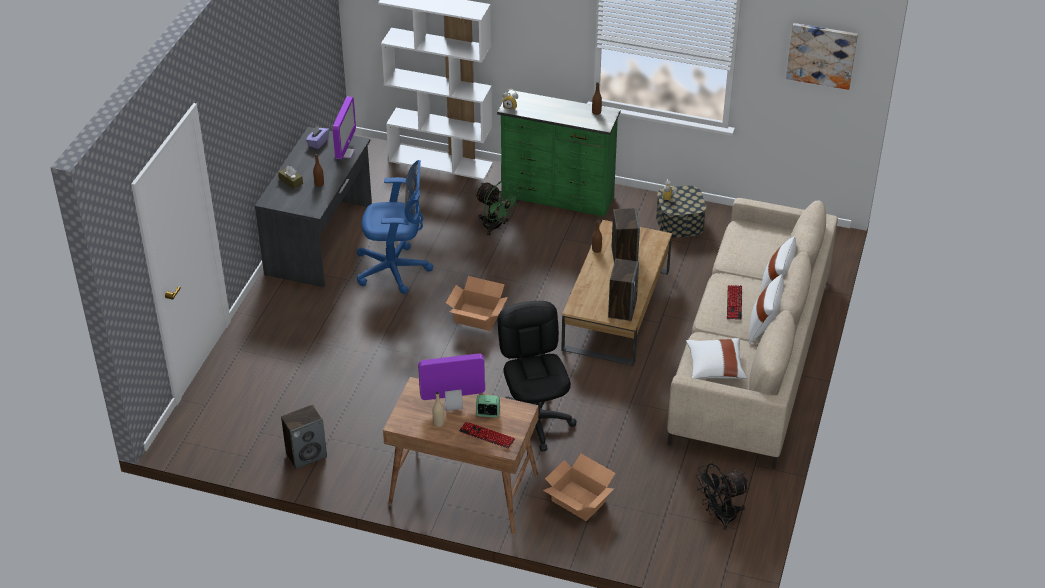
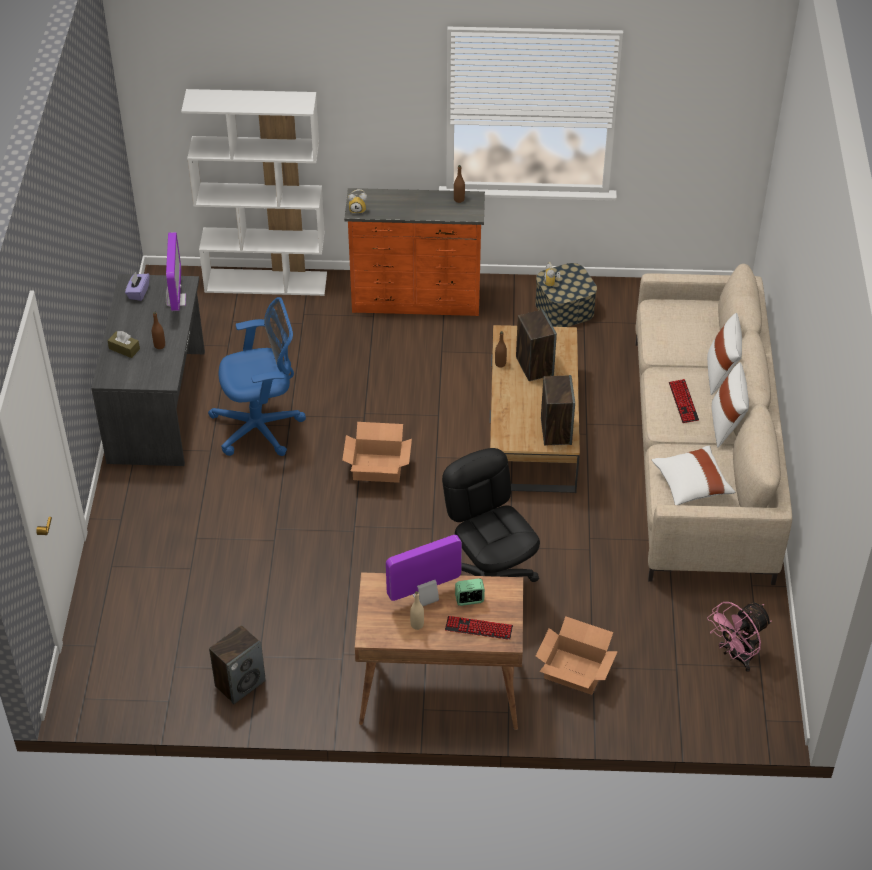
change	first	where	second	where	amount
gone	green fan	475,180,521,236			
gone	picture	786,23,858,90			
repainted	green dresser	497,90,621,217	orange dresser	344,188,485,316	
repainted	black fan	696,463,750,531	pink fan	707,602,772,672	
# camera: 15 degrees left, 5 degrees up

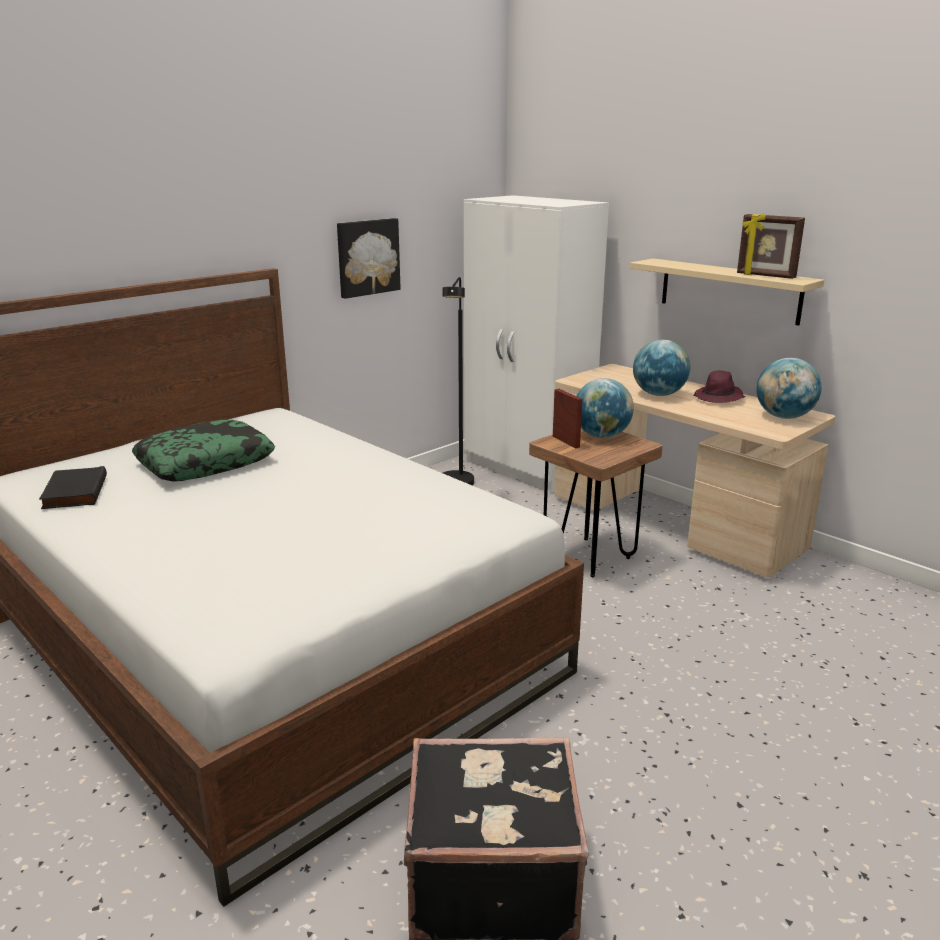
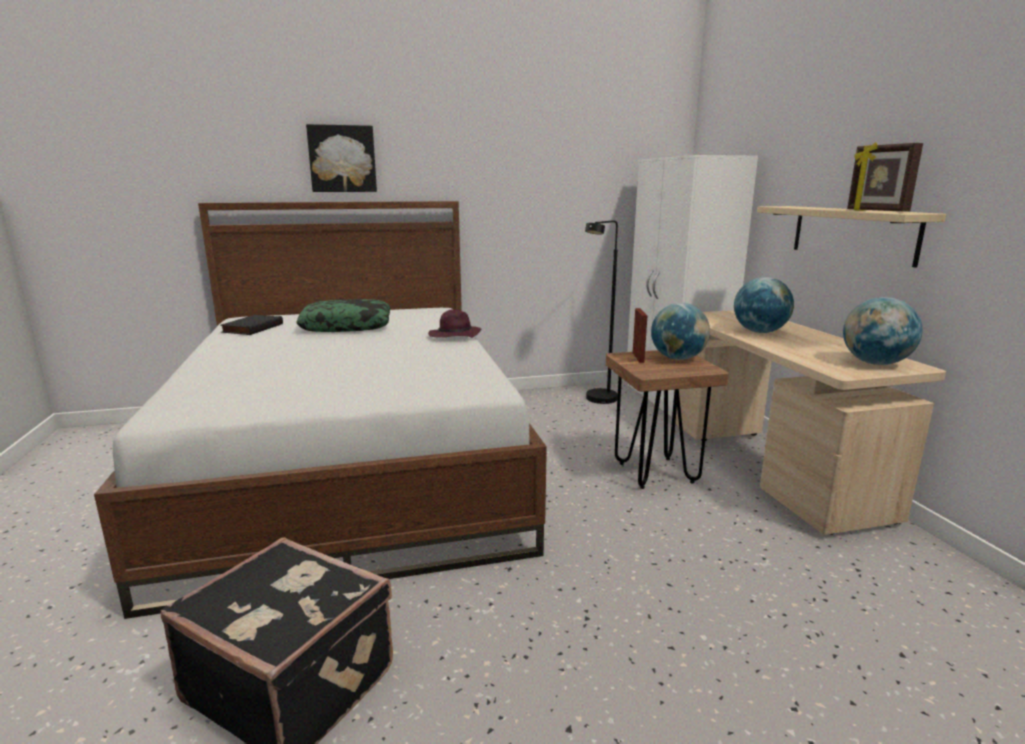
change	first	where	second	where	amount
shifted	picture	337,218,401,299		306,124,377,192	
shifted	purple hat	693,370,745,403		428,309,481,338	
# camera: 30 degrees right, 5 degrees down

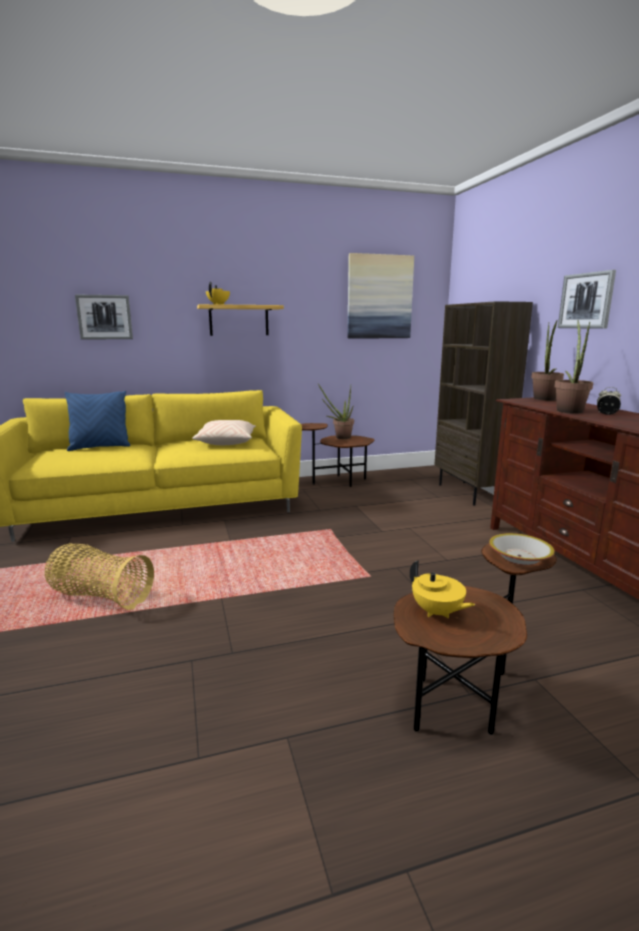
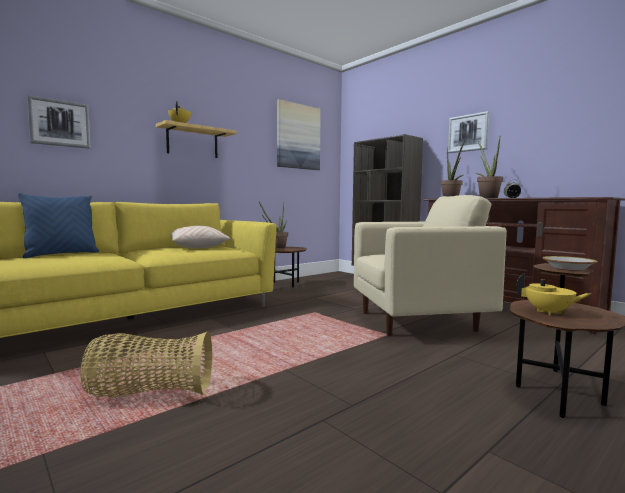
change	first	where	second	where	amount
new			beige armchair	354,195,507,336	
# camera: 25 degrees left, 10 degrees down

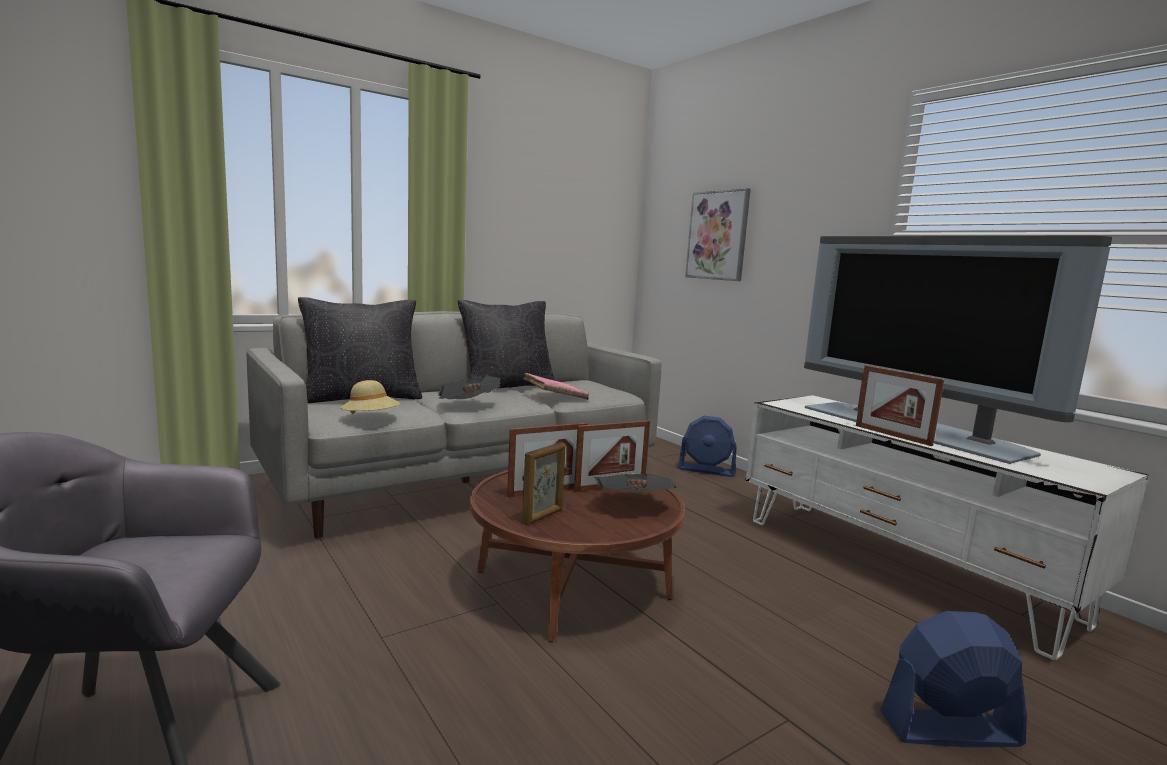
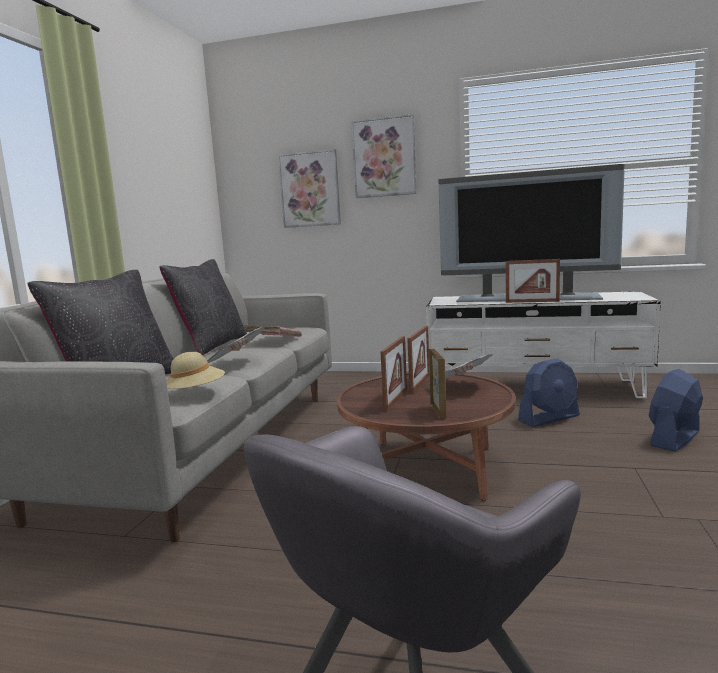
change	first	where	second	where	amount
new			picture	351,114,416,198	
shifted	blue fan	678,416,737,477		518,358,580,427	
# camera: 40 degrees left, 0 degrees up

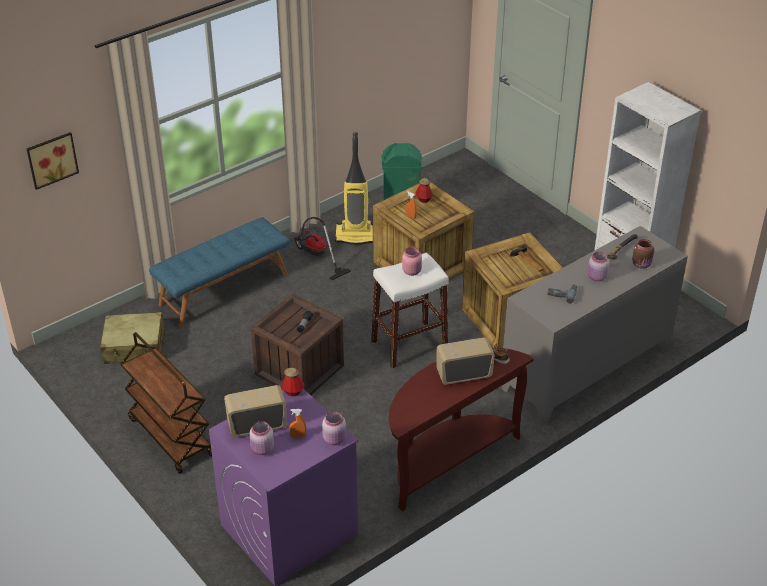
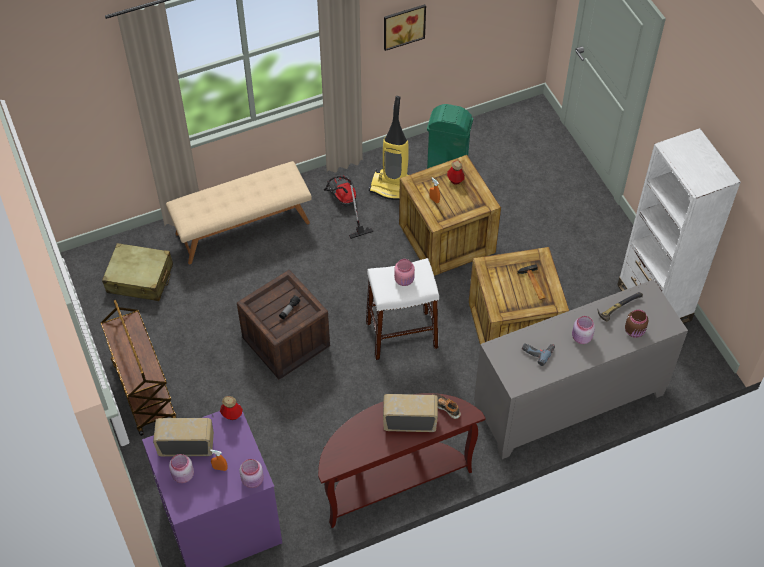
change	first	where	second	where	amount
shifted	picture	27,132,79,190		384,4,426,51	
repainted	blue bench	149,217,290,327	beige bench	166,161,312,264	
# camera: 15 degrees right, 15 degrees up

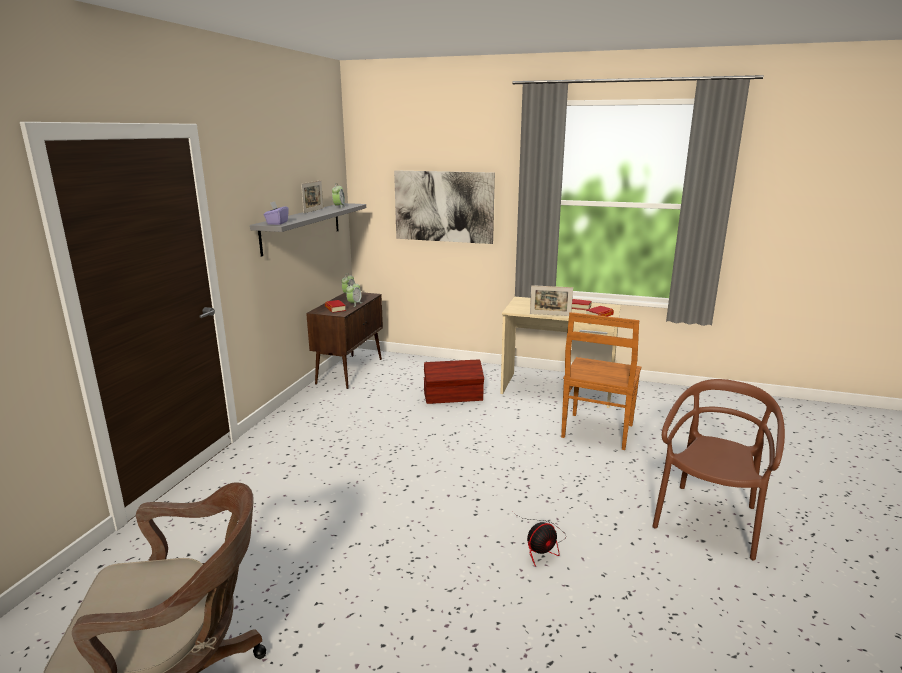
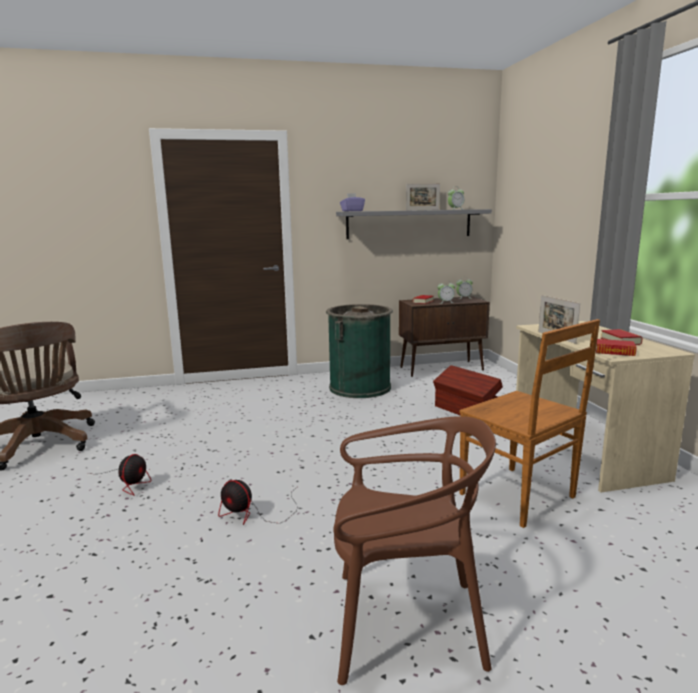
change	first	where	second	where	amount
gone	picture	394,170,495,244			
new			fan	88,454,151,496	
new			green trash can	326,304,393,398	
rotated	brown chair	561,312,641,450		459,319,600,528	120 degrees counterclockwise
# camera: 60 degrees right, 5 degrees down

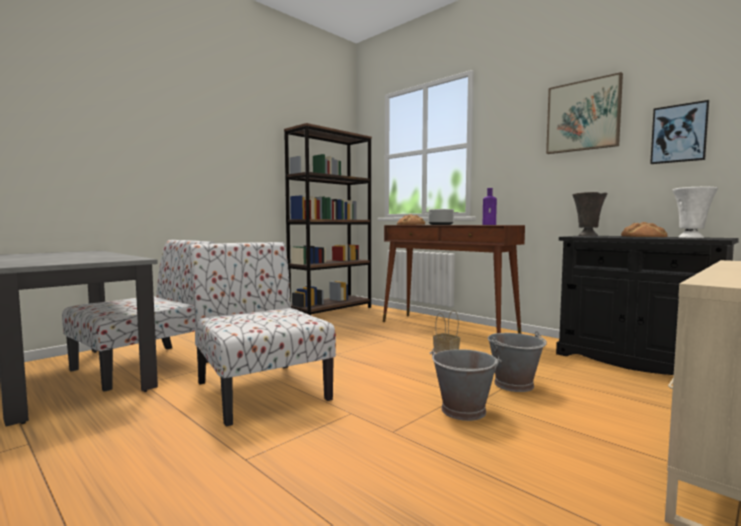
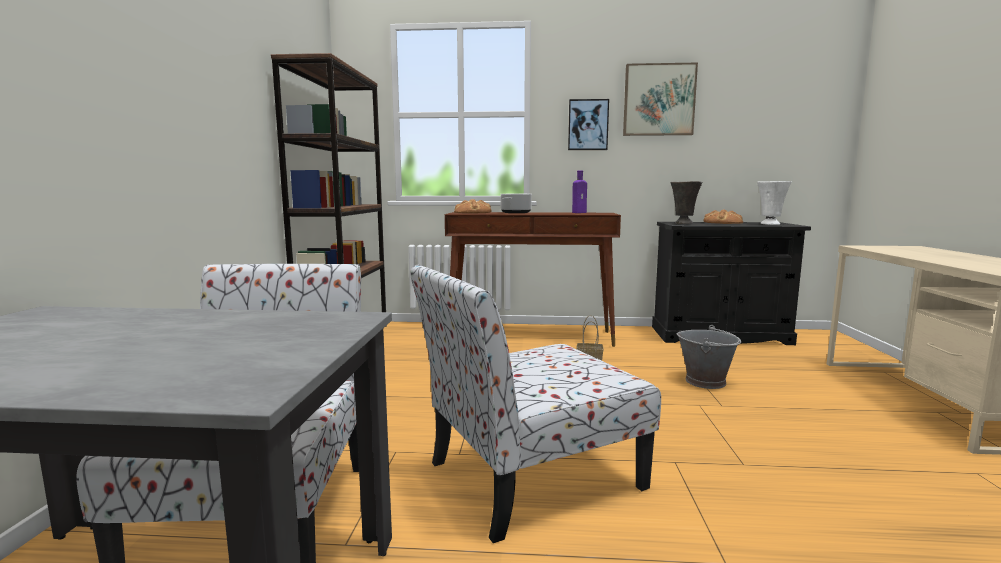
change	first	where	second	where	amount
gone	grey bucket	430,348,502,421			
shifted	picture	650,100,709,164		568,99,609,150	
rotated	chair	189,242,336,427		410,265,661,543	45 degrees counterclockwise
# camera: 40 degrees left, 5 degrees up

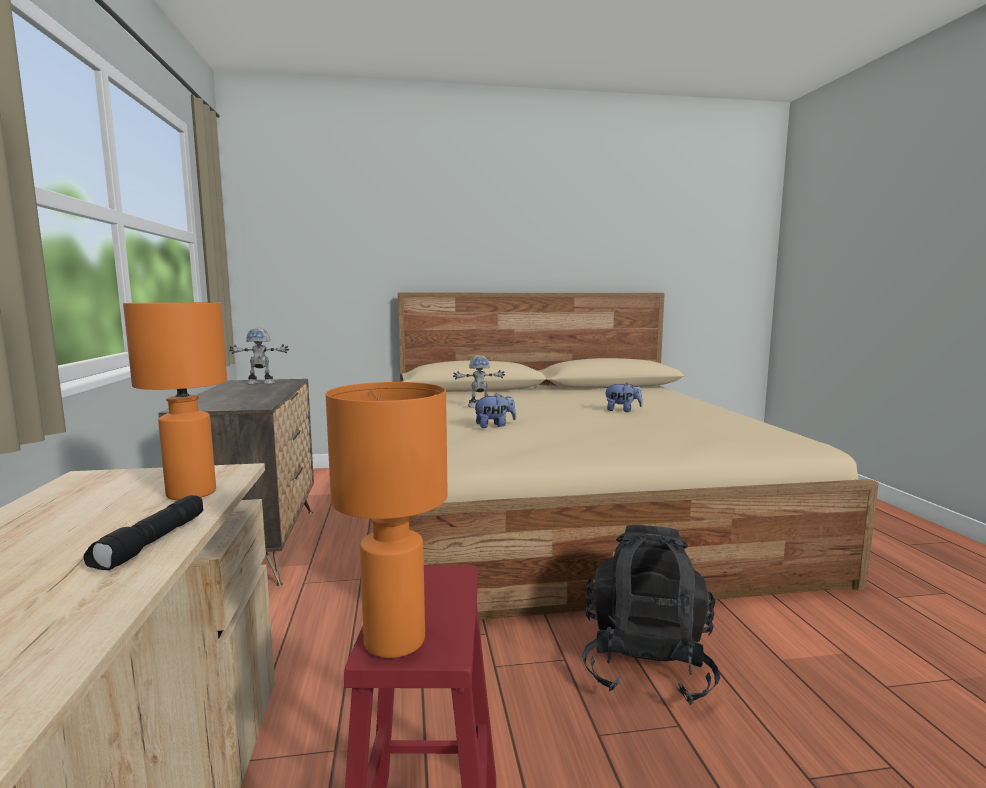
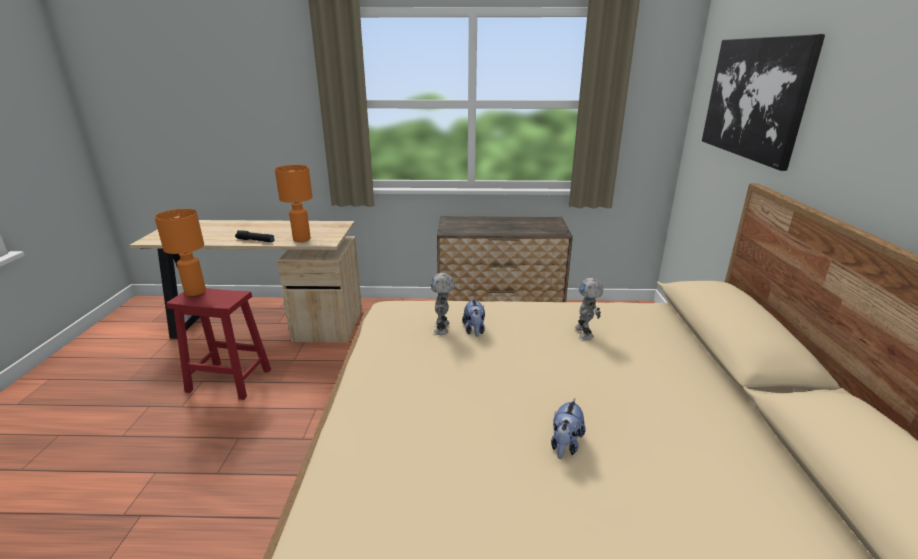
change	first	where	second	where	amount
gone	black backpack	582,525,720,705			
new			picture	702,34,825,171	
shifted	toy robot	229,328,289,385		430,273,455,335	
# camera: 100 degrees right, 15 degrees up

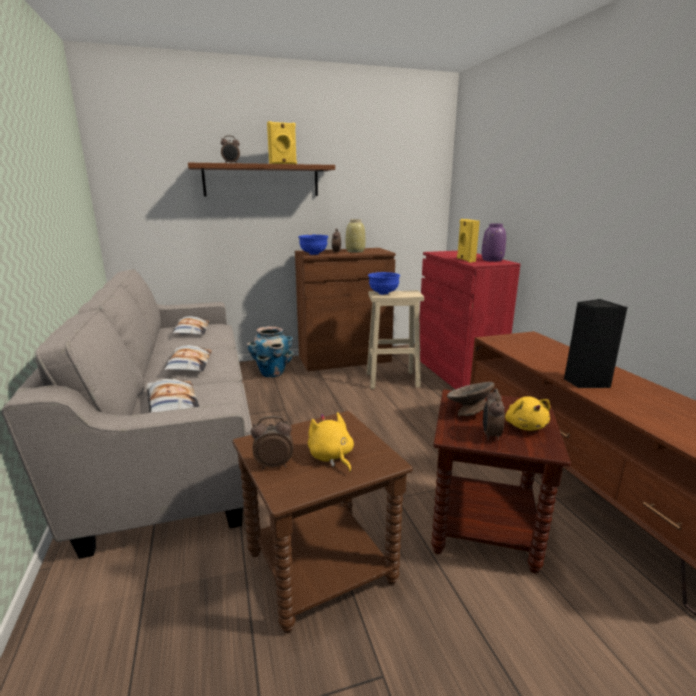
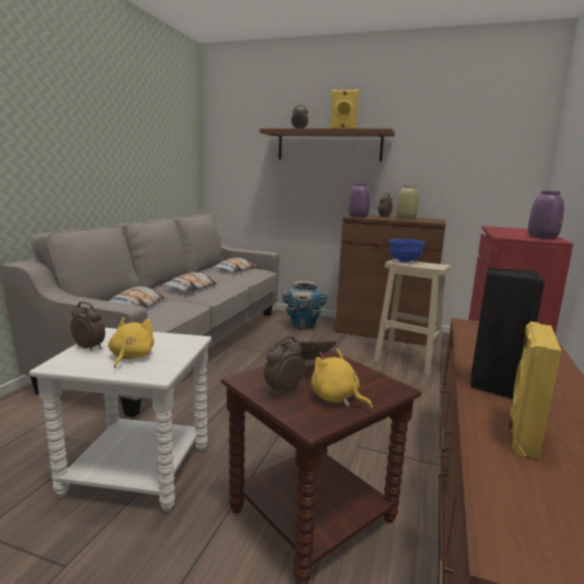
change	first	where	second	where	amount
shifted	yellow speaker	457,219,480,263		509,322,561,459	
swapped	blue bowl	299,235,328,255	purple vase	349,183,370,217	
repainted	brown side table	233,411,413,633	white side table	29,328,212,512	
rotated	yellow plush toy	505,396,550,431		311,349,373,409	105 degrees clockwise
# camera: 35 degrees right, 5 degrees down

